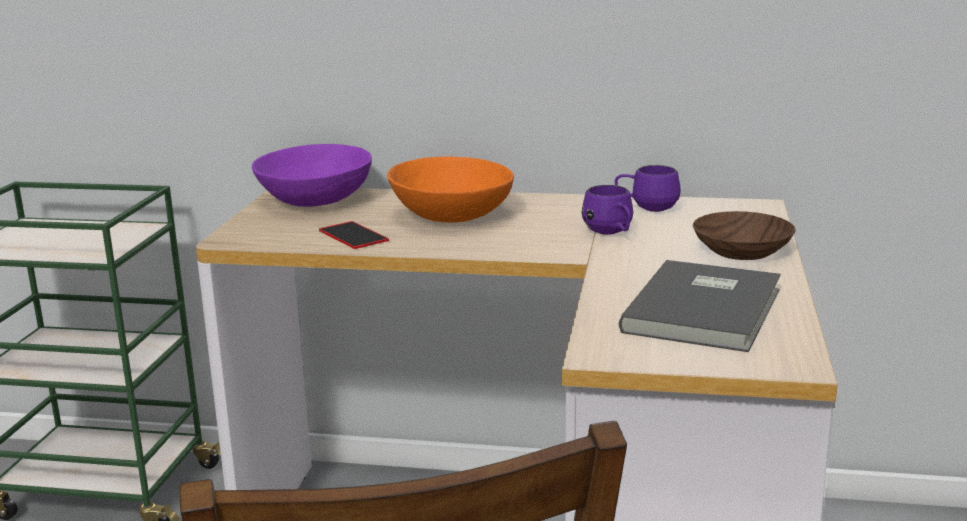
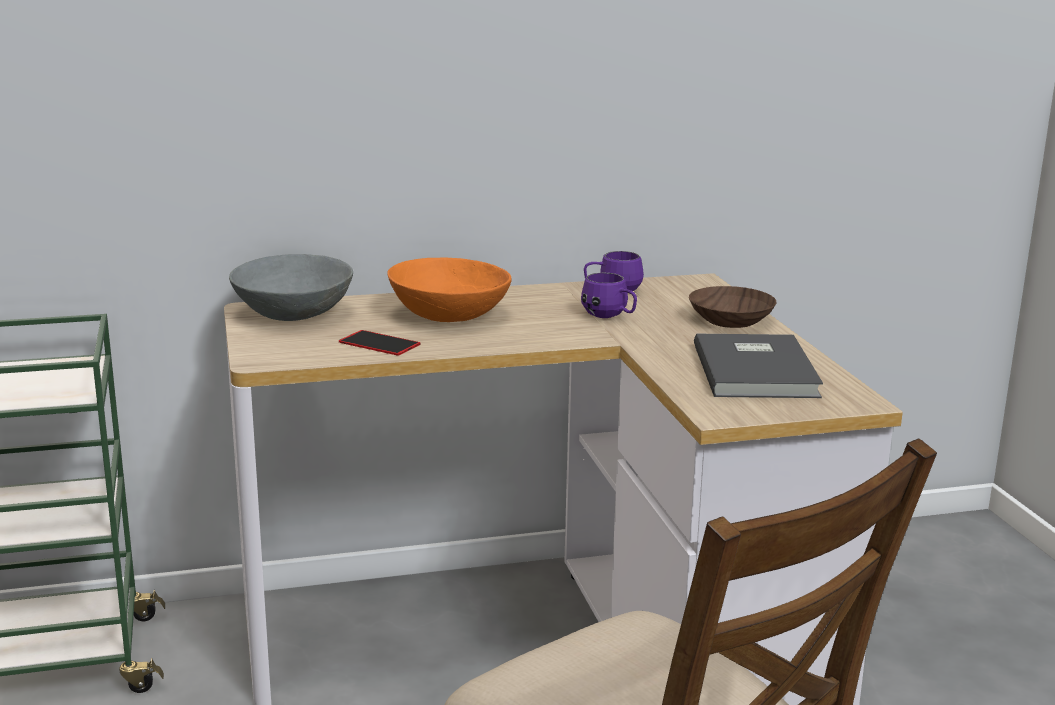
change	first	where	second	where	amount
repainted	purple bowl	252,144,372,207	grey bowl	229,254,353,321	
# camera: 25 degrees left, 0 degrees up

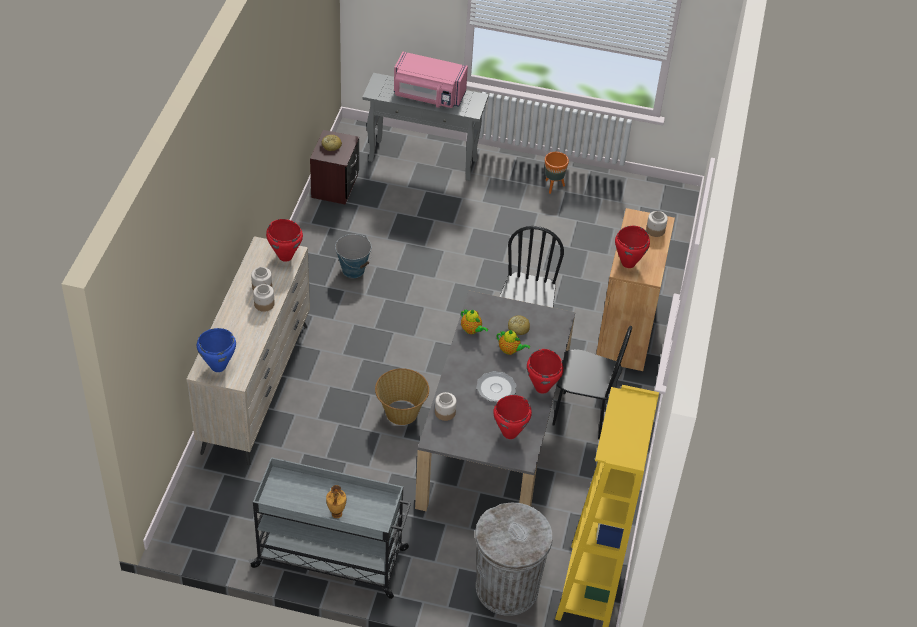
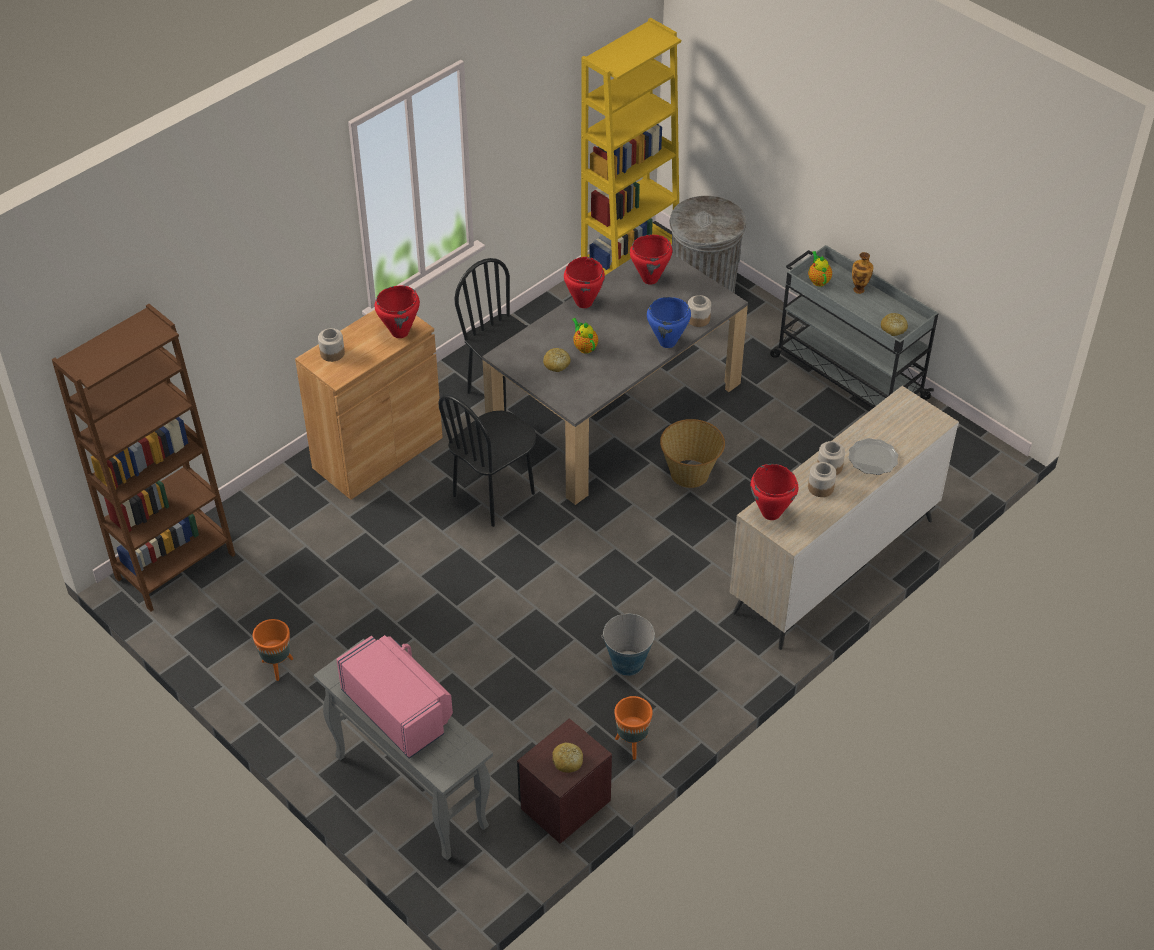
change	first	where	second	where	amount
new			brown bookcase	52,304,235,612	
new			orange planter	614,696,653,760	
new			bread	881,313,908,336	
shifted	blue cooking pot	197,328,236,372		647,297,691,348	
shifted	teapot	461,309,488,334		808,251,832,287	
shifted	plate	476,371,517,402		848,438,898,475	
# camera: 145 degrees left, 0 degrees up

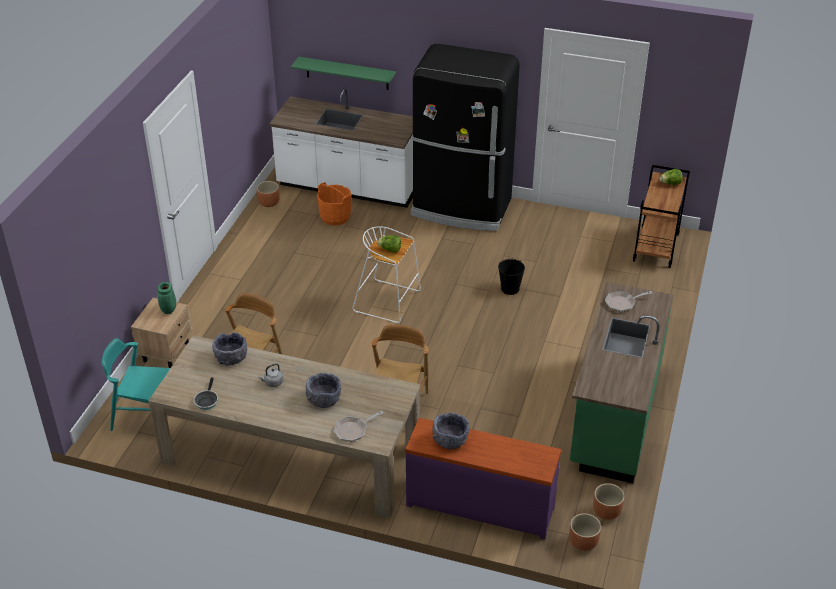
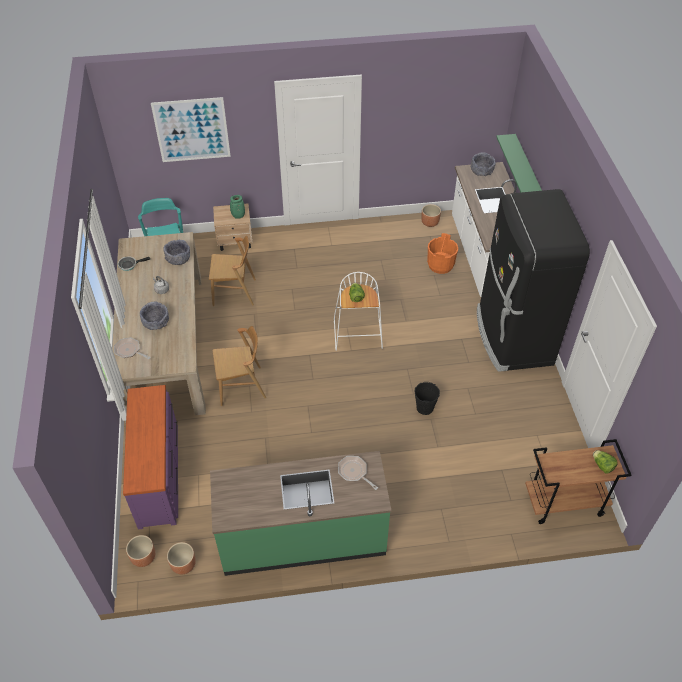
change	first	where	second	where	amount
new			picture	151,97,231,162	
shifted	grey bowl	432,412,469,449		471,153,496,176	
# camera: 65 degrees right, 10 degrees up

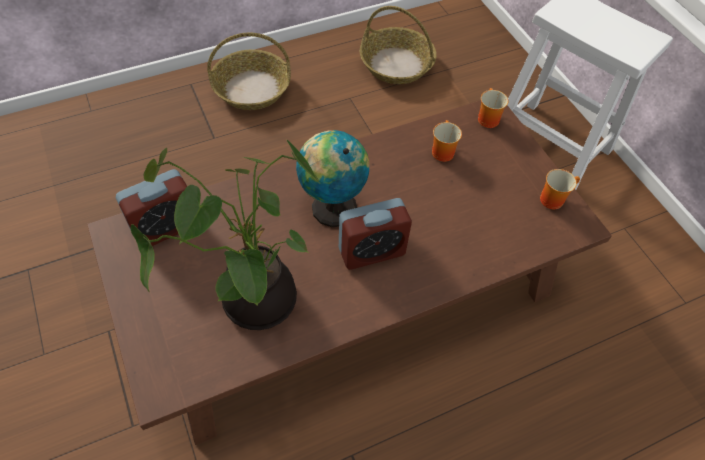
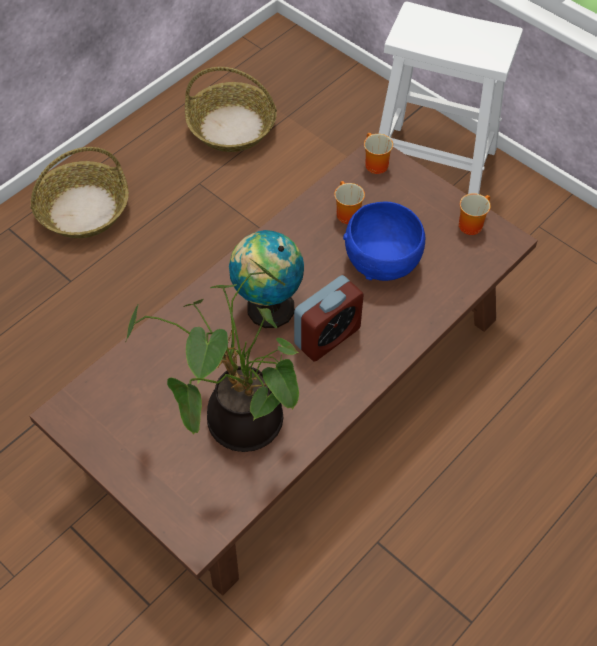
change	first	where	second	where	amount
gone	alarm clock	116,169,187,246			
new			blue bowl	343,201,425,281	
# camera: 20 degrees left, 0 degrees up

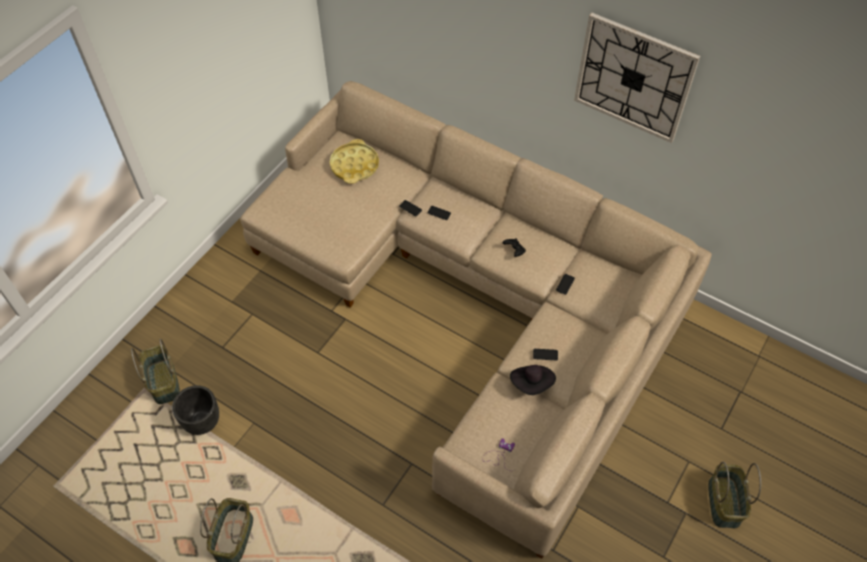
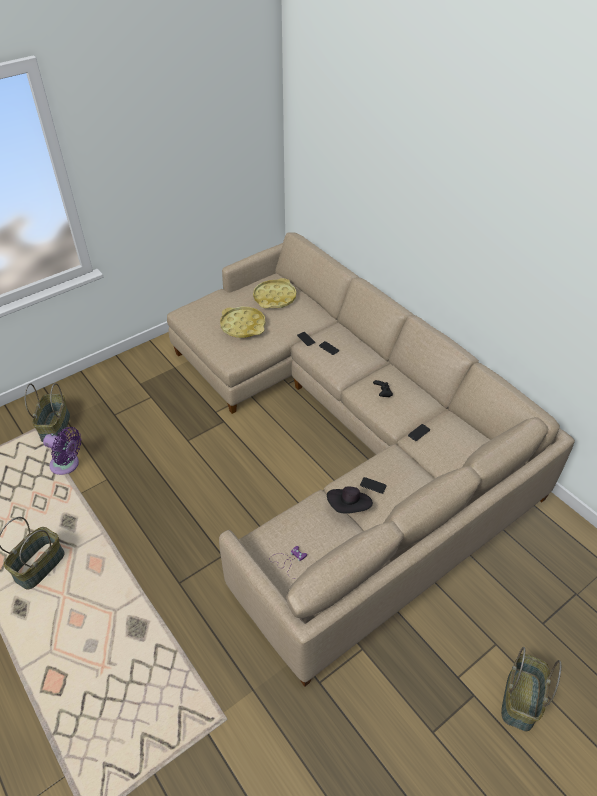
change	first	where	second	where	amount
gone	wall clock	574,13,700,143			
new			yellow tray	220,307,266,338	
swapped	black planter	172,385,219,435	purple fan	43,427,81,475	
# camera: 20 degrees right, 10 degrees down

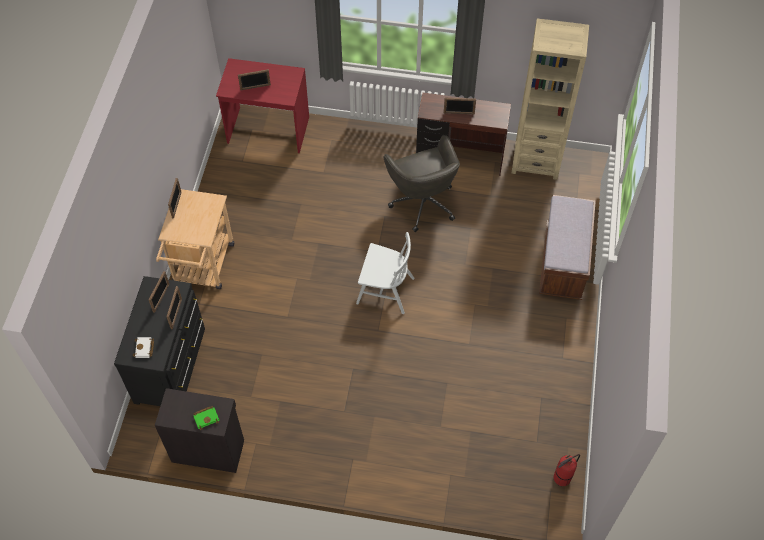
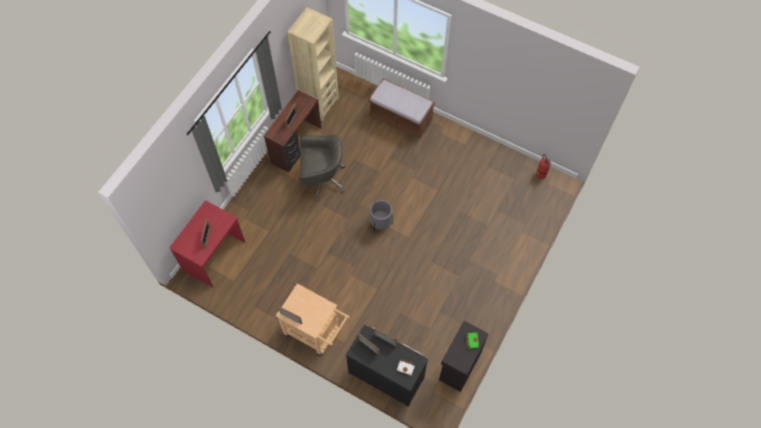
change	first	where	second	where	amount
swapped	white chair	356,232,415,314	grey planter	370,200,393,233	
# camera: 70 degrees left, 5 degrees up

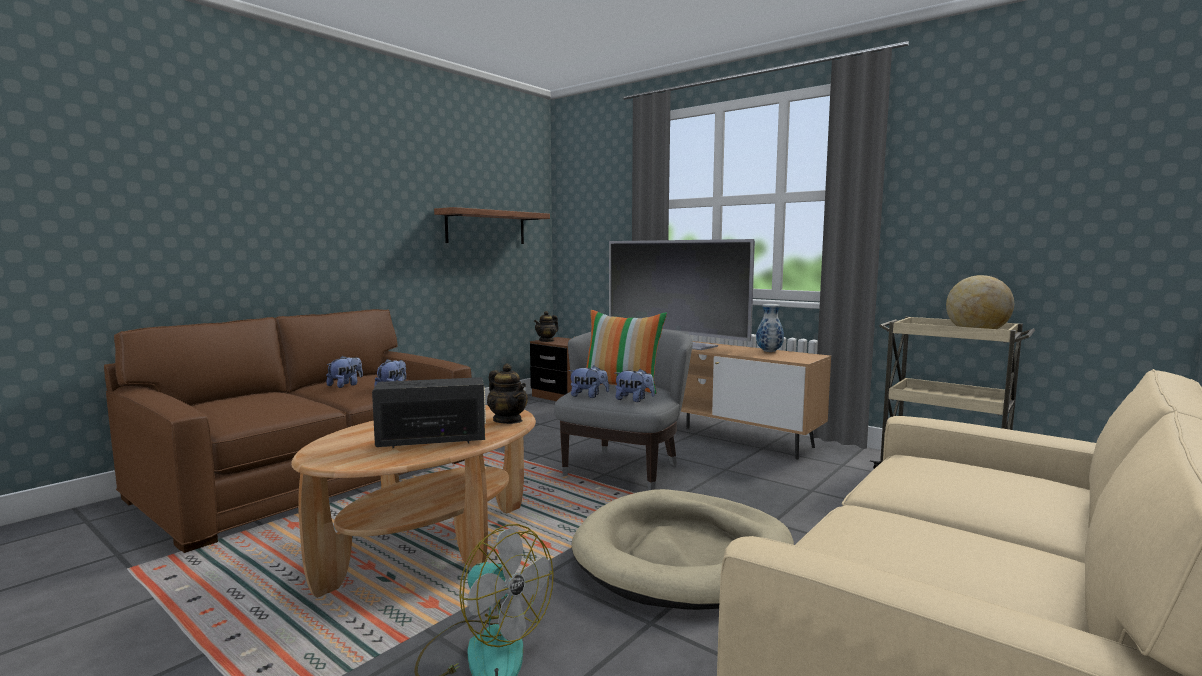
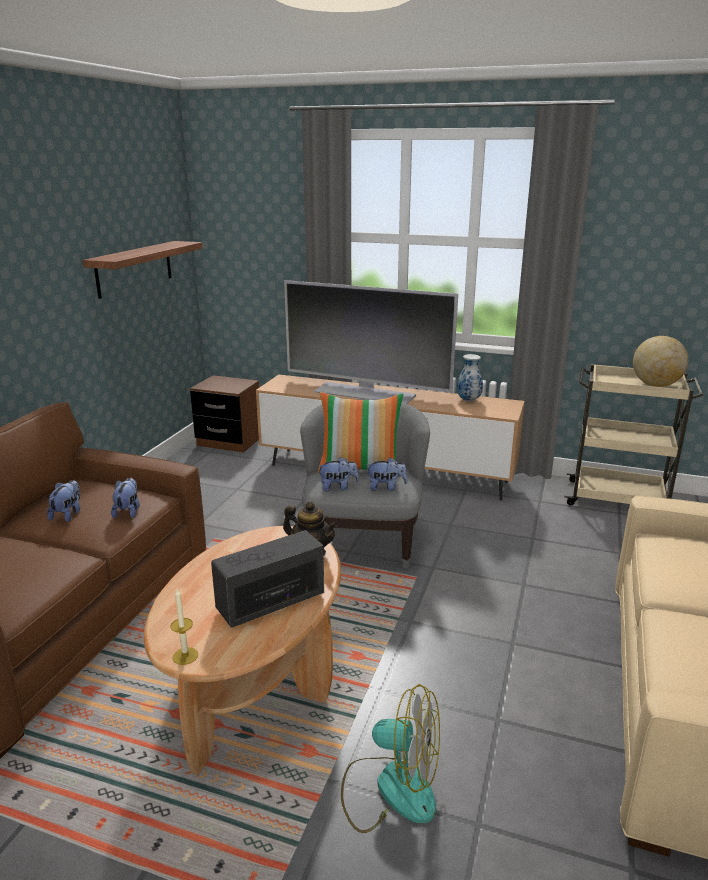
change	first	where	second	where	amount
gone	teapot	534,311,559,342			
gone	beige dog bed	571,489,794,610			
new			candle	170,589,198,665	
# camera: 20 degrees left, 15 degrees up

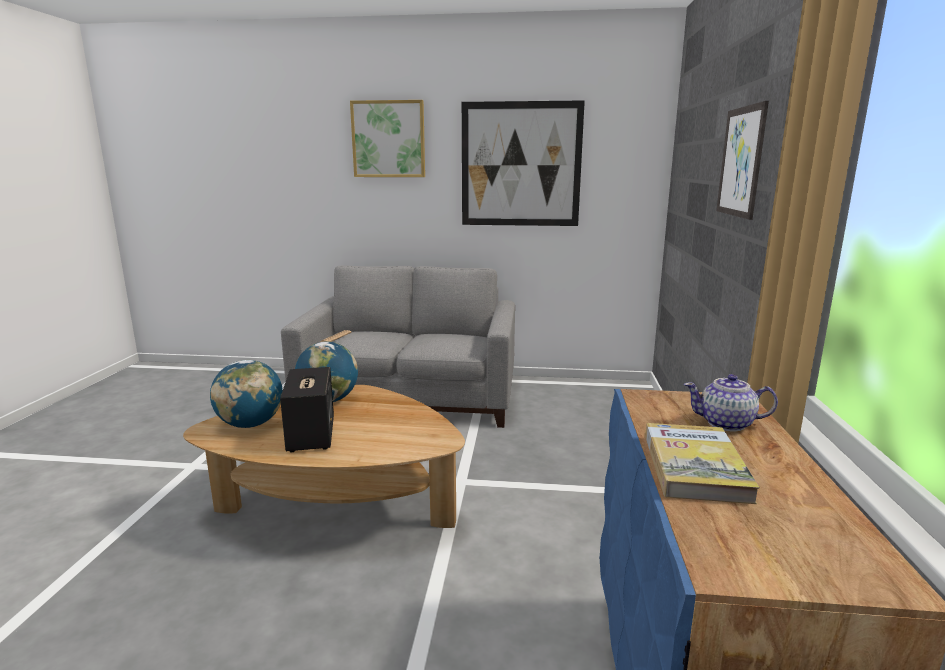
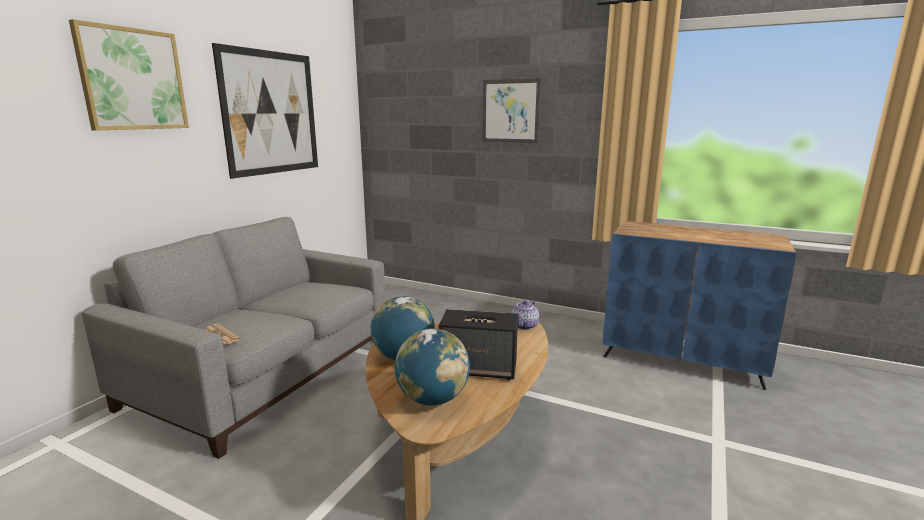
change	first	where	second	where	amount
gone	book	645,423,760,504			
shifted	teapot	684,374,778,431		511,300,539,330	
# camera: 70 degrees left, 0 degrees up

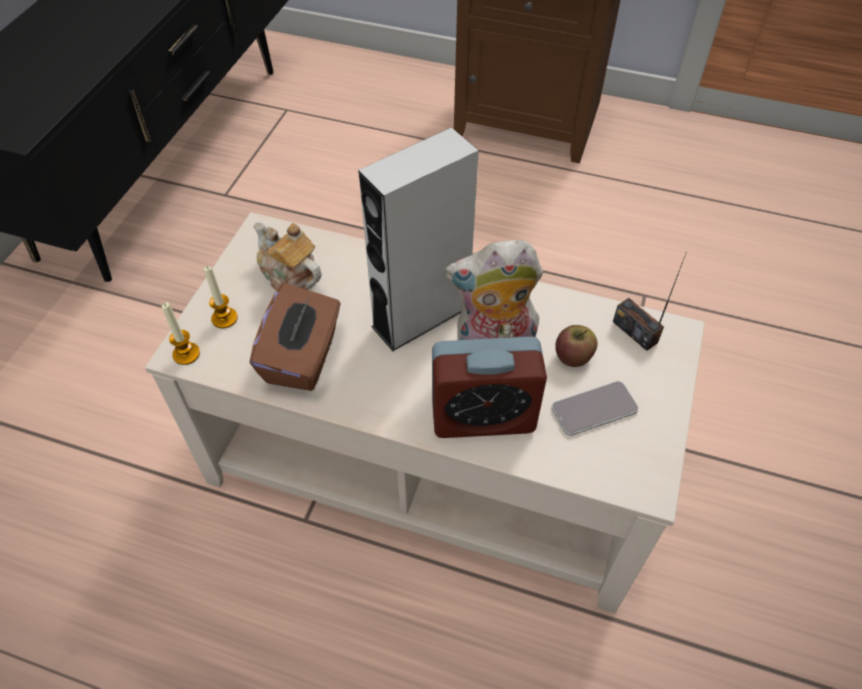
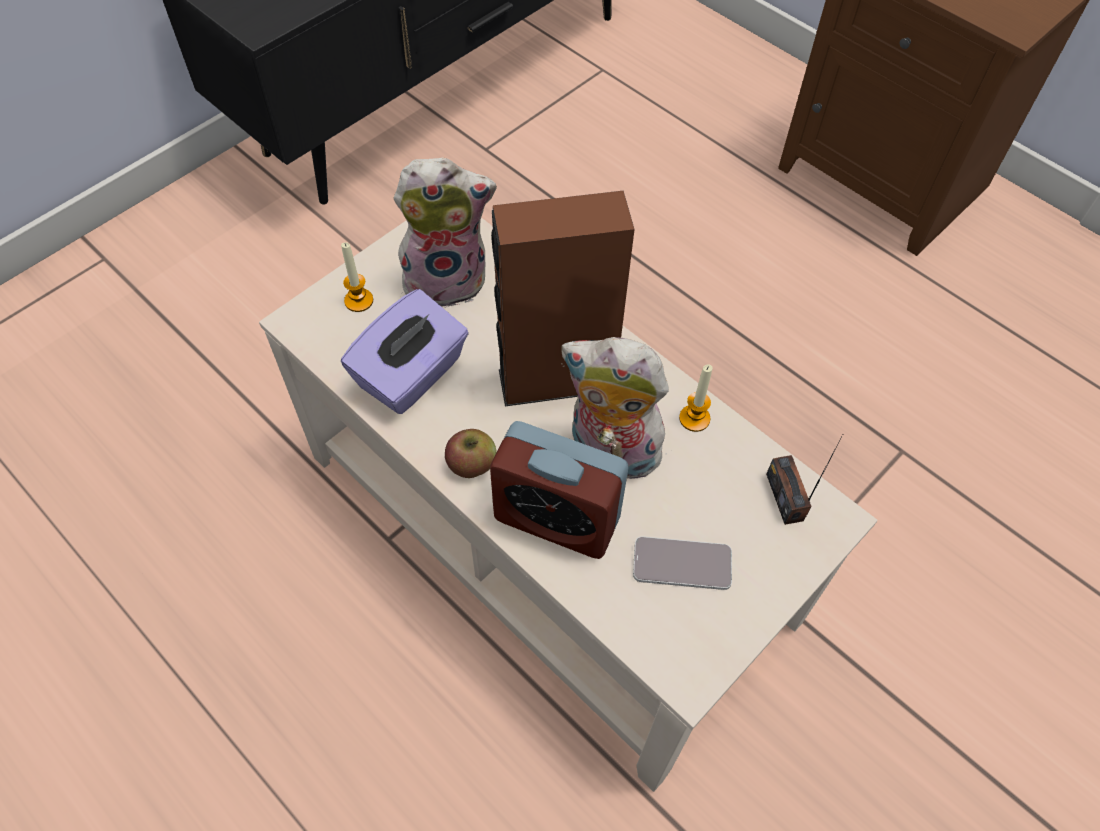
change	first	where	second	where	amount
shifted	candle	162,302,200,365		679,364,713,432	
shifted	apple	555,325,598,367		445,429,496,478	
swapped	teapot	253,222,322,291	plush toy	394,158,497,308	
repainted	brown tissue box	250,283,341,391	purple tissue box	341,289,469,414	
repainted	grey speaker	358,127,479,351	brown speaker	491,191,635,406	
# camera: 25 degrees right, 5 degrees up

